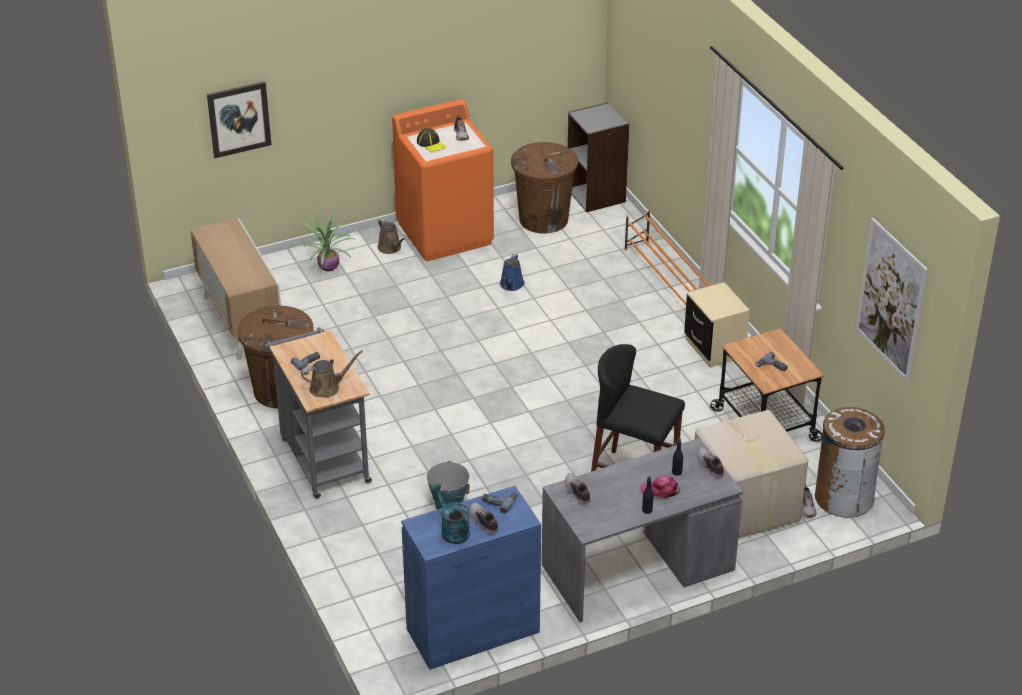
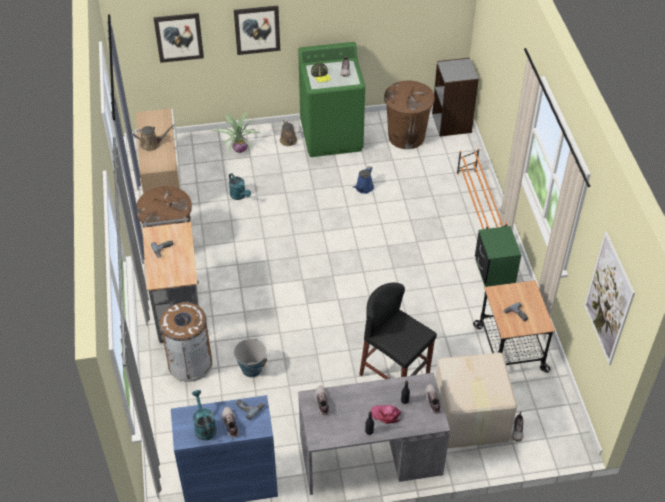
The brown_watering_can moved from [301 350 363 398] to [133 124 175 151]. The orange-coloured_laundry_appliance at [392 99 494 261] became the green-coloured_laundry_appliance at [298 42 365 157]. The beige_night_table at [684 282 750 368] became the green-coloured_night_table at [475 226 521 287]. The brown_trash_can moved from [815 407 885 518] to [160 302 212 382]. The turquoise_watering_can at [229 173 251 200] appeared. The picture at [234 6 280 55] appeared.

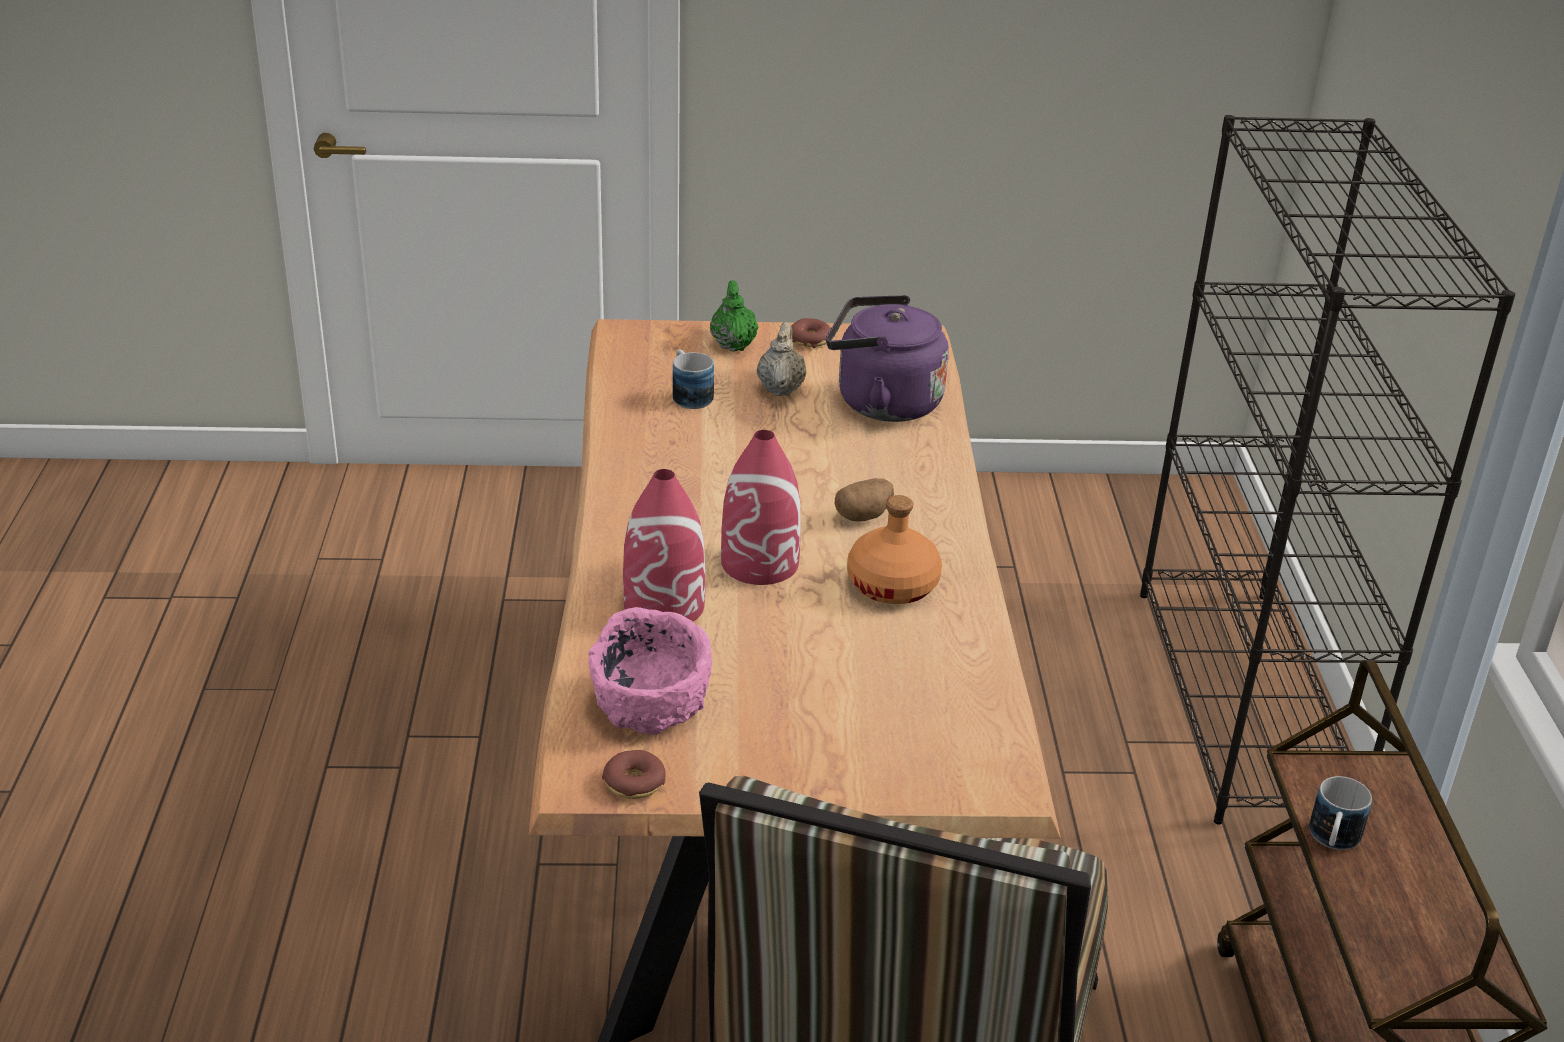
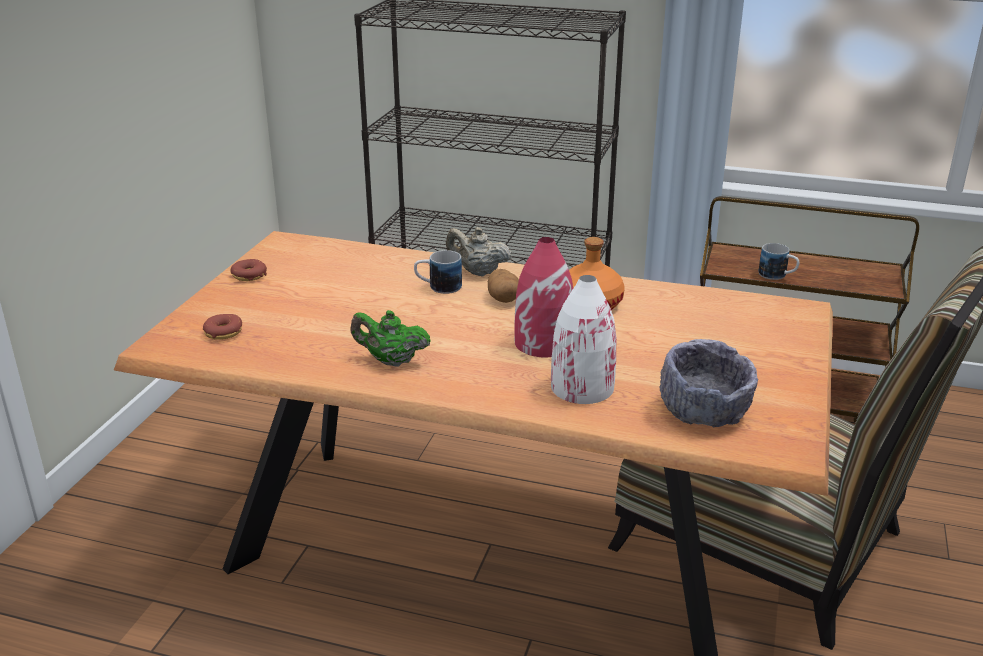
The pinkish_serving_bowl at [588 607 712 735] became the gray_serving_bowl at [660 339 758 427]. The ring_doughnut moved from [602 750 666 799] to [203 314 242 340]. The red_vase at [623 469 705 621] became the whitish_vase at [551 275 616 404]. The coffee_mug moved from [672 349 714 409] to [414 250 462 294]. The green-coloured_tea_pot moved from [710 280 758 352] to [350 310 431 367]. The beige_tea_pot moved from [757 322 806 396] to [446 227 512 276]. The purple-coloured_kettle at [826 295 949 422] disappeared.

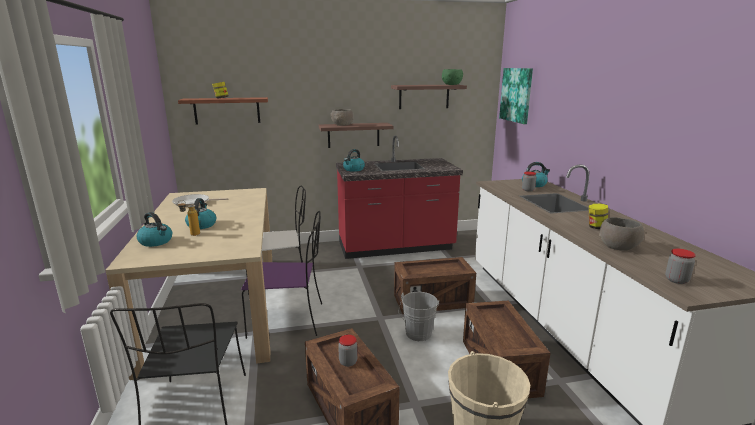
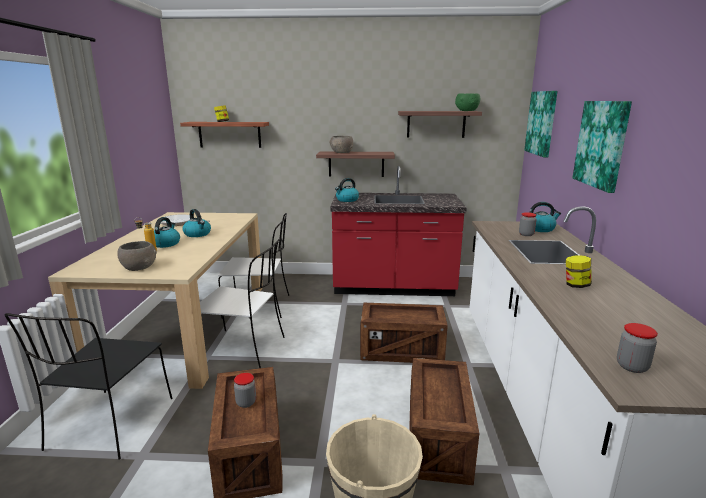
The kettle moved from [136 212 172 247] to [183 209 211 237]. The purple-coloured_upright_chair at [241 211 322 339] became the whitish_upright_chair at [200 239 285 368]. The gray_pail at [398 292 439 341] disappeared. The gray_serving_bowl moved from [599 217 644 251] to [117 241 157 271]. The picture at [572 101 632 193] appeared.

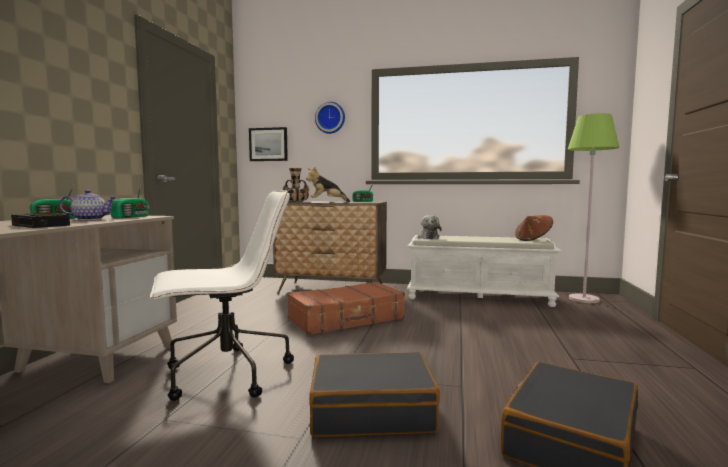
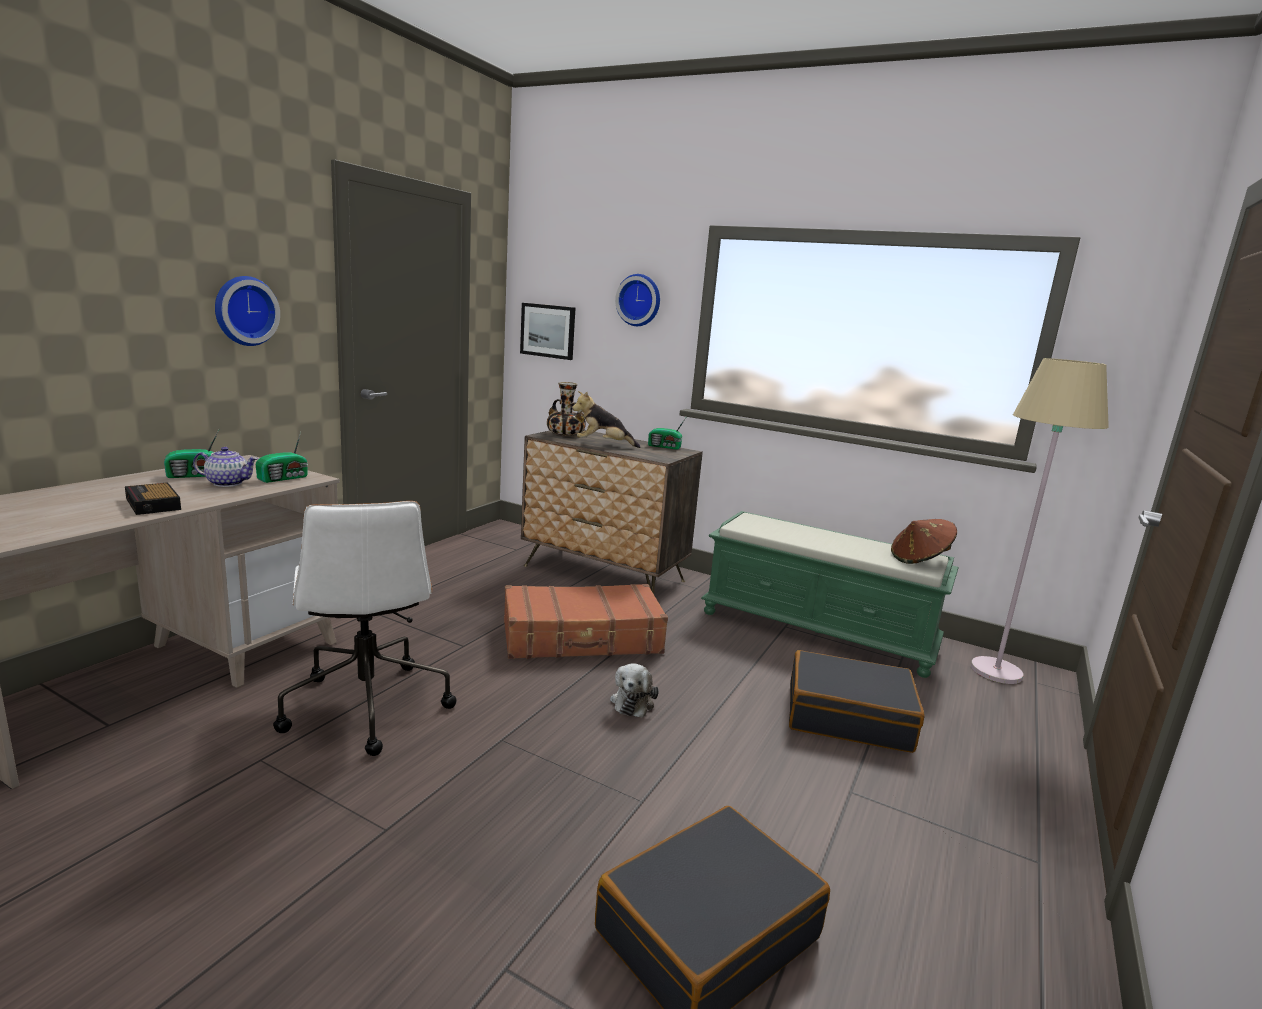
The whitish_computer_chair at [150 190 294 401] turned 75 degrees clockwise. The black-coloured_suitcase moved from [309 352 440 437] to [789 650 924 753]. The whitish_indoor_bench at [407 235 561 307] became the green-coloured_indoor_bench at [701 511 959 678]. The cuddly_toy moved from [418 215 442 239] to [610 663 659 718]. The green-coloured_standing_lamp at [567 113 620 303] became the beige_standing_lamp at [971 358 1109 684]. The wall_clock at [215 276 280 346] appeared.

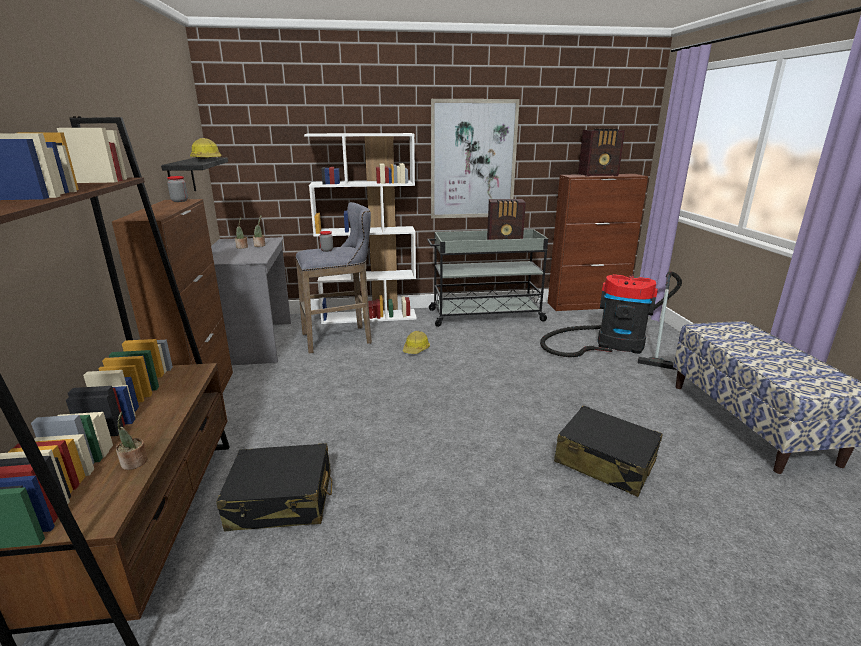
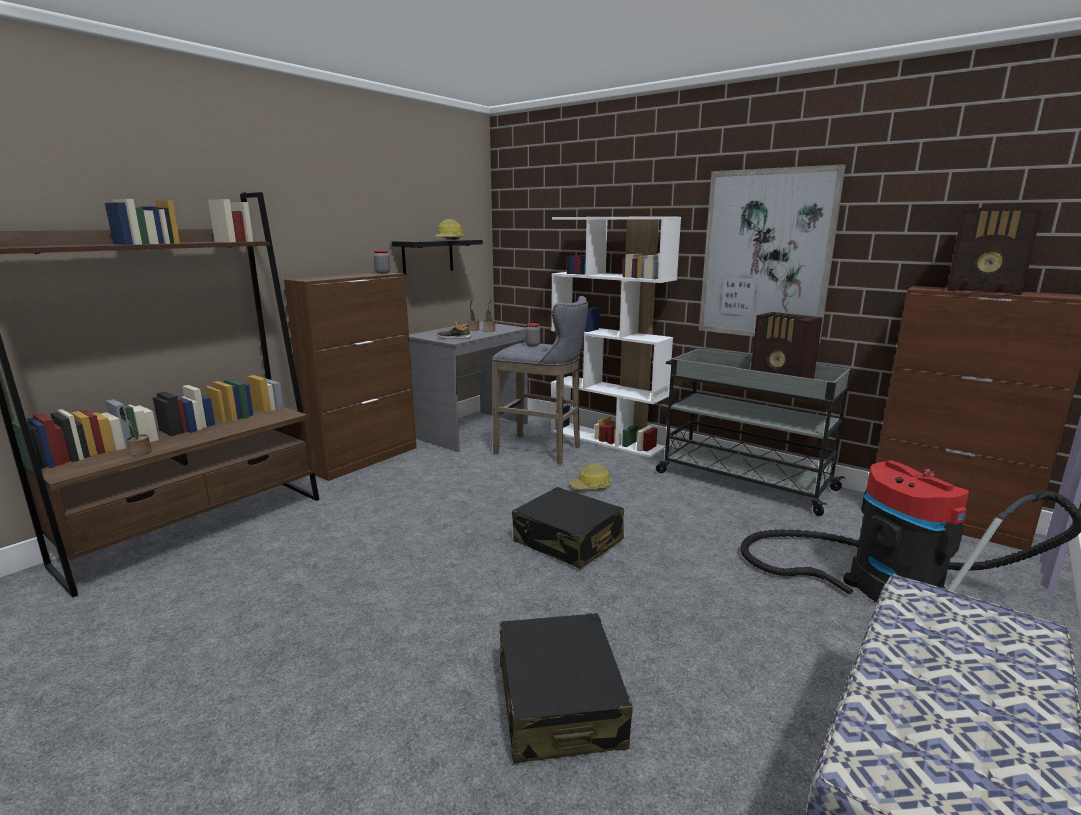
The black-coloured_suitcase moved from [216 443 332 531] to [512 487 624 569]. The shoe at [437 320 472 339] appeared.

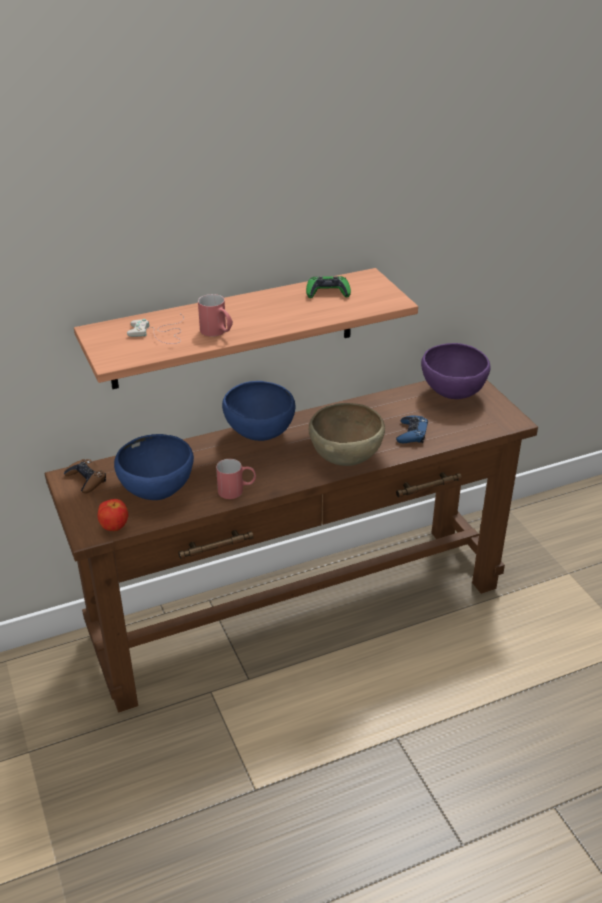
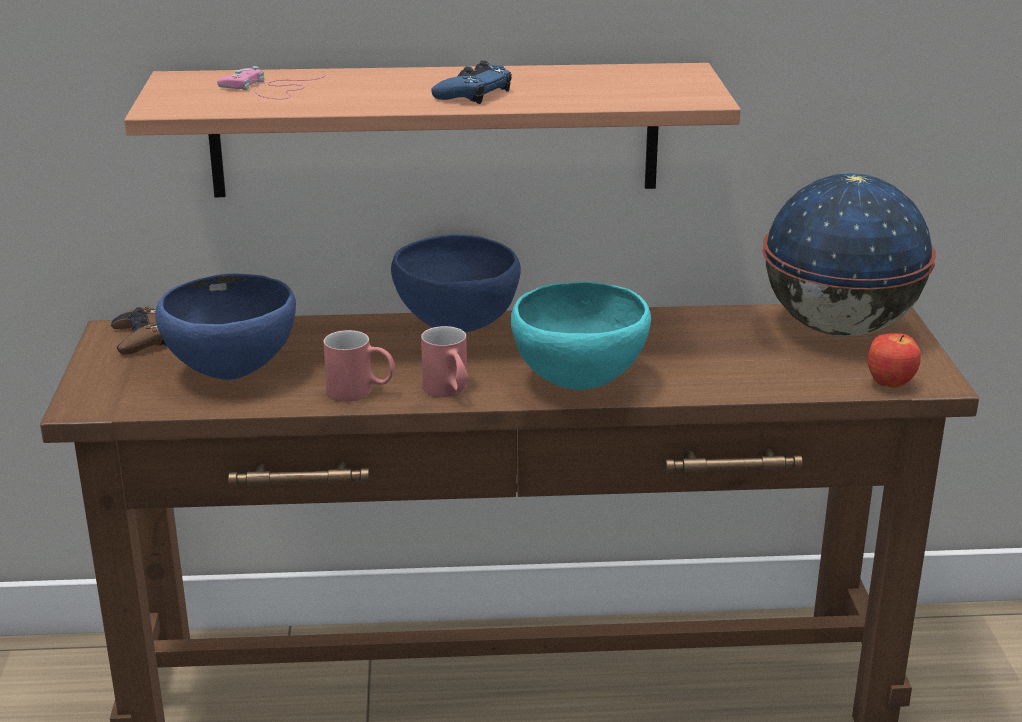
The apple_fruit moved from [98 499 128 531] to [867 333 921 388]. The whitish_joypad at [127 314 184 344] became the pinkish_joypad at [217 66 326 99]. The red_coffee_mug moved from [198 294 233 337] to [421 326 468 397]. The green-coloured_joypad at [306 276 351 298] disappeared. The brown_serving_bowl at [309 403 385 466] became the turquoise_serving_bowl at [511 282 651 390]. The bluish_joypad moved from [396 415 428 443] to [431 60 512 104]. The purple-coloured_serving_bowl at [421 343 490 399] was replaced by the desk_globe at [762 173 936 337].

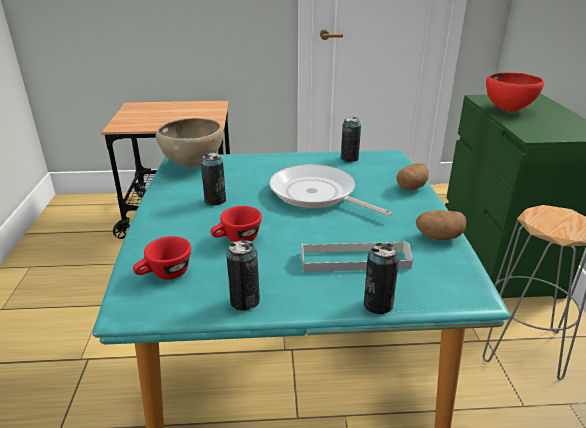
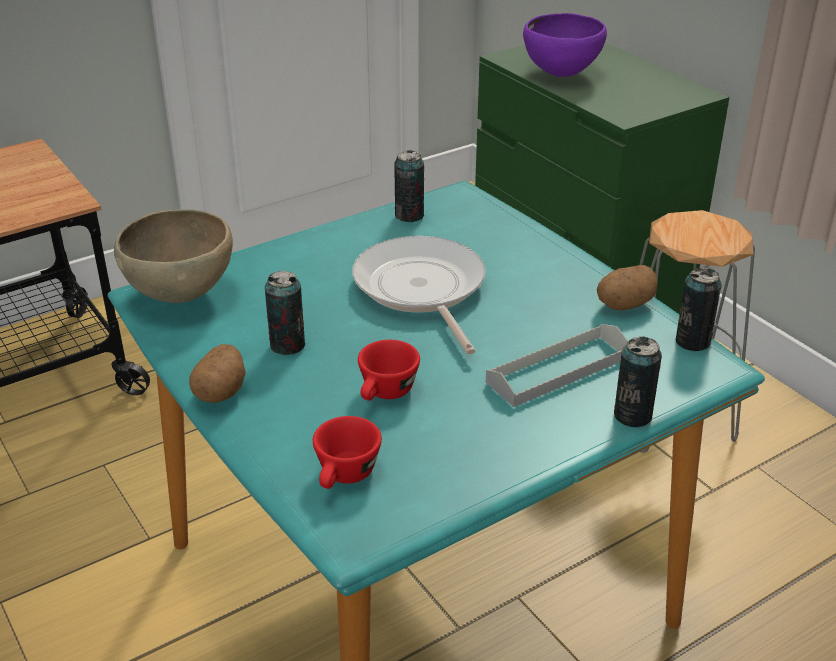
The sealed_can moved from [226 240 260 311] to [675 268 722 351]. The skillet at [269 164 393 216] turned 60 degrees clockwise. The potato moved from [396 163 429 190] to [189 344 246 403]. The red_serving_bowl at [486 72 544 112] became the purple-coloured_serving_bowl at [523 13 607 77].

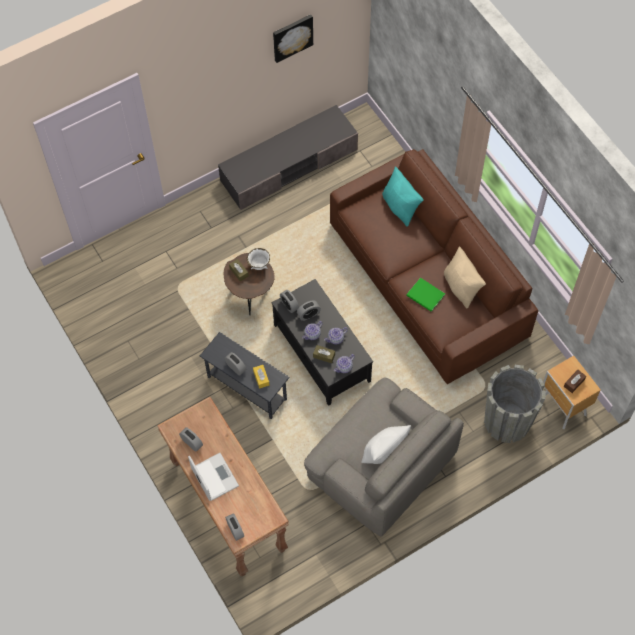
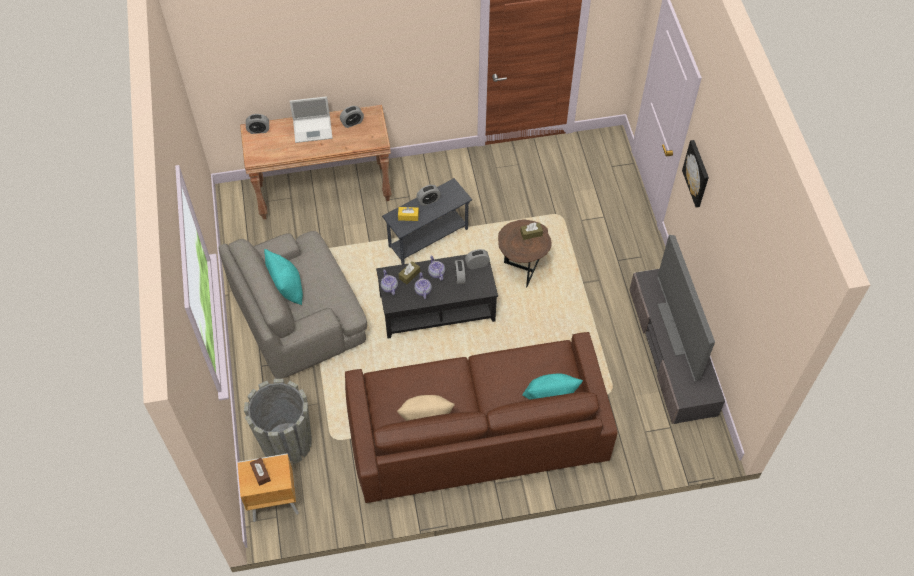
The whitish_serving_bowl at [247 248 270 270] disappeared. The picture moved from [273 14 313 63] to [682 140 709 207]. The whitish_cushion at [361 425 411 464] became the turquoise_cushion at [264 249 303 305]. The green-coloured_volume at [406 278 445 312] disappeared. The TV at [657 235 715 382] appeared.

